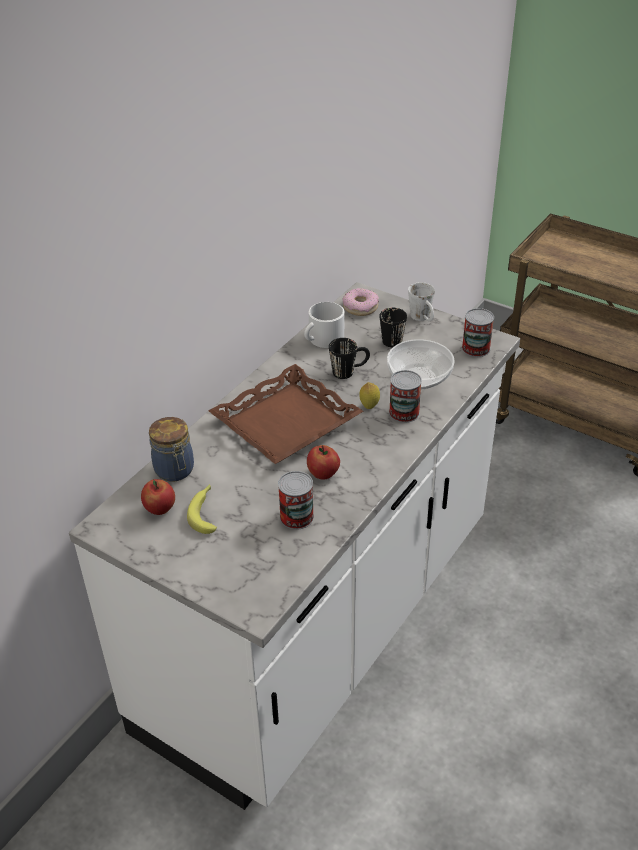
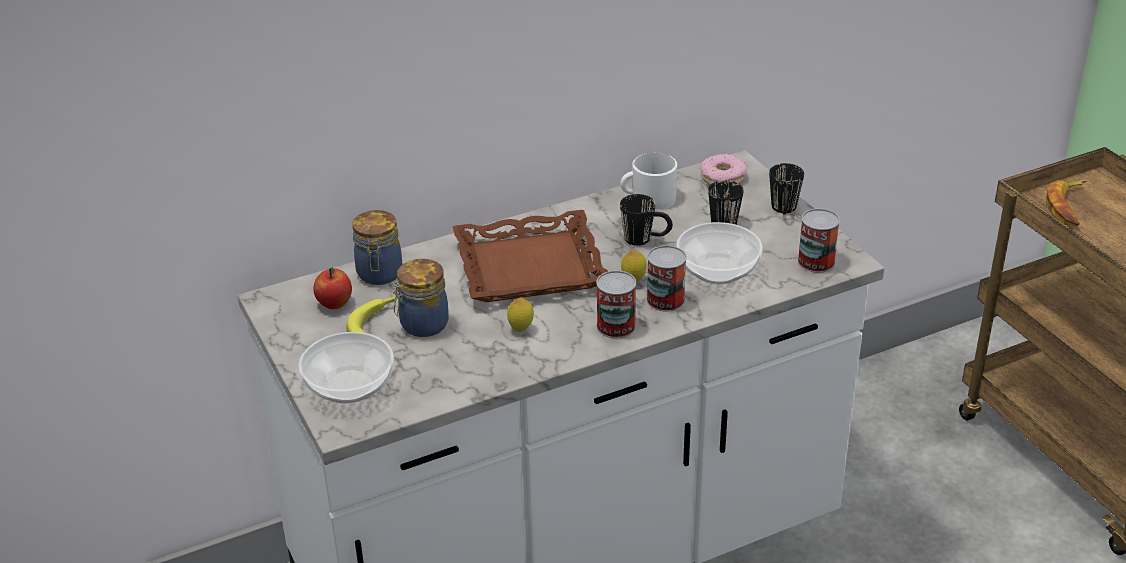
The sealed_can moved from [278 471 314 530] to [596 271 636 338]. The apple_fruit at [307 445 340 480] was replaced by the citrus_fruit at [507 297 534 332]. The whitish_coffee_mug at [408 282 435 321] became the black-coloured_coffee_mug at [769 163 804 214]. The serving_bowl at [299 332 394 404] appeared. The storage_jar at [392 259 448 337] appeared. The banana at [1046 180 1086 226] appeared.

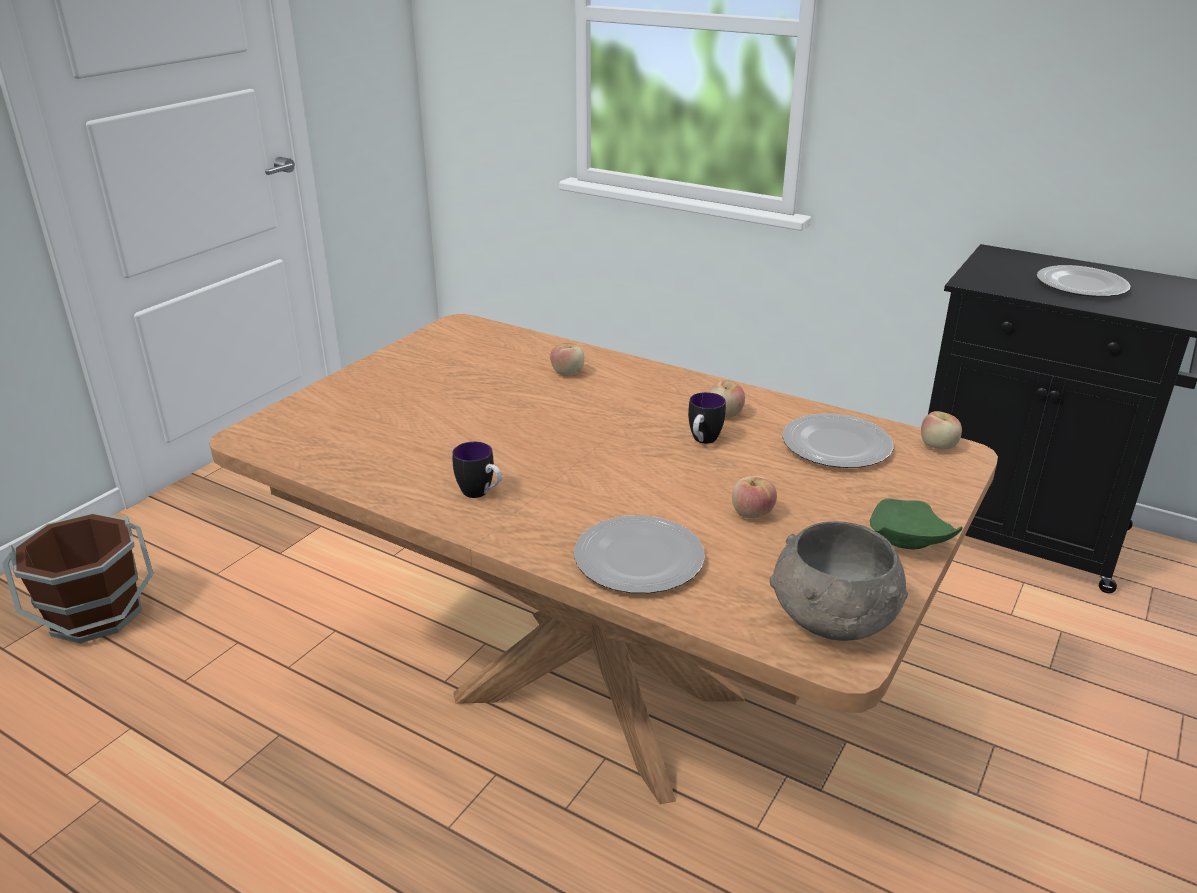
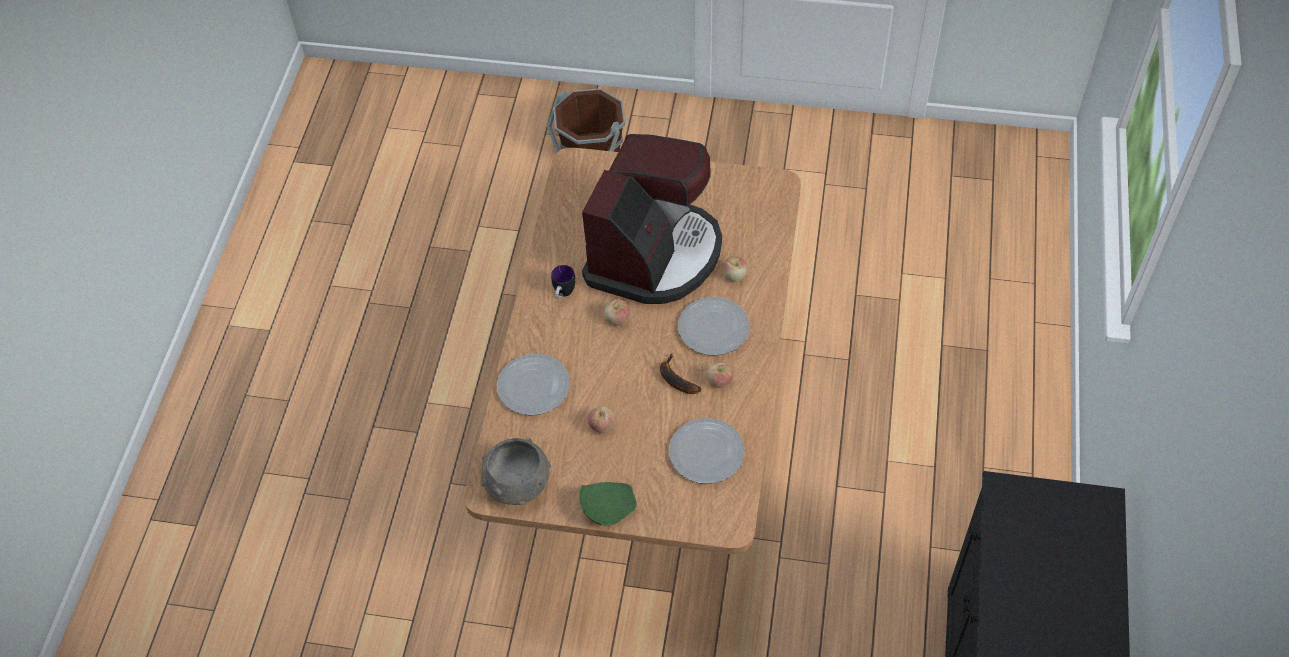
The coffee_mug at [688 392 726 444] was replaced by the banana at [660 353 701 394]. The apple_fruit moved from [921 411 962 449] to [605 299 629 326]. The plate moved from [1037 265 1131 297] to [678 297 750 355]. The coffee_machine at [582 134 722 304] appeared.

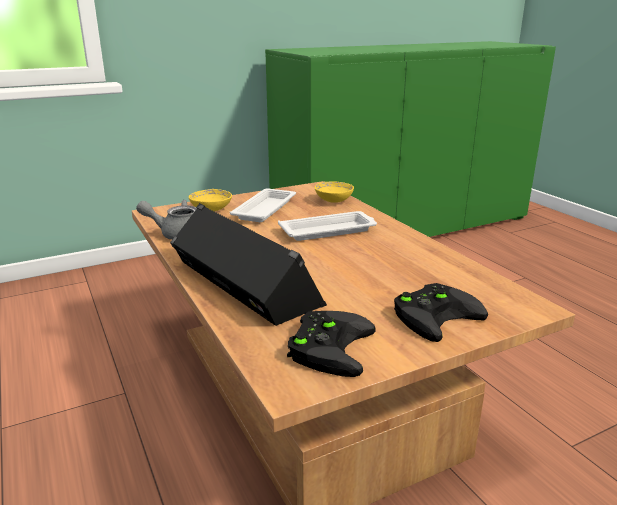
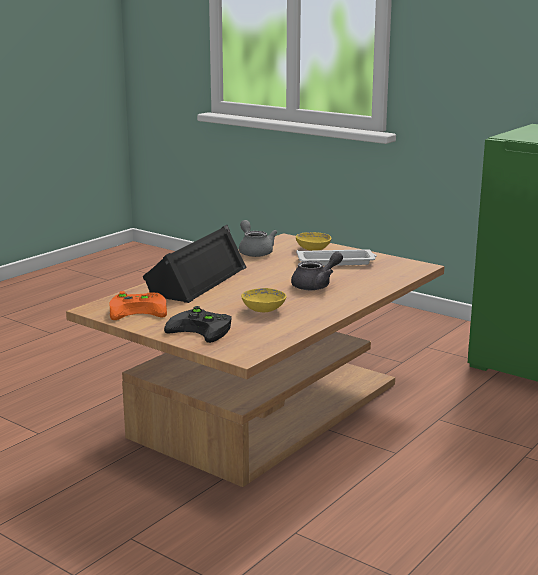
The whitish_tray at [278 211 377 241] was replaced by the gray_tea_pot at [291 251 343 290]. The black-coloured_joypad at [287 311 375 377] became the orange-coloured_joypad at [109 291 167 320]. The yellow_serving_bowl moved from [314 181 354 203] to [241 288 287 312].

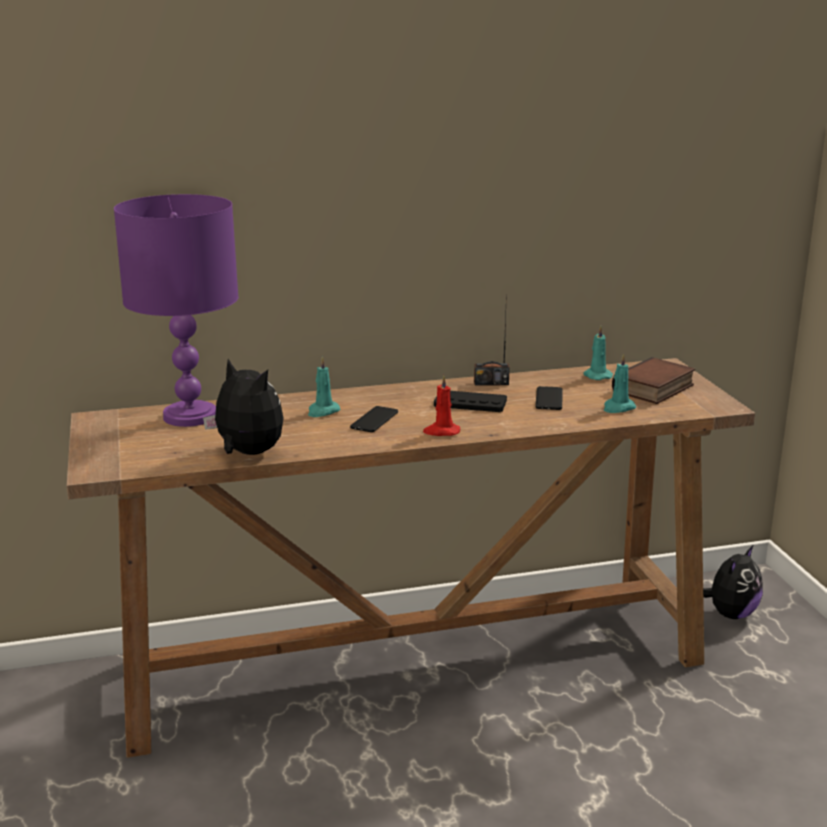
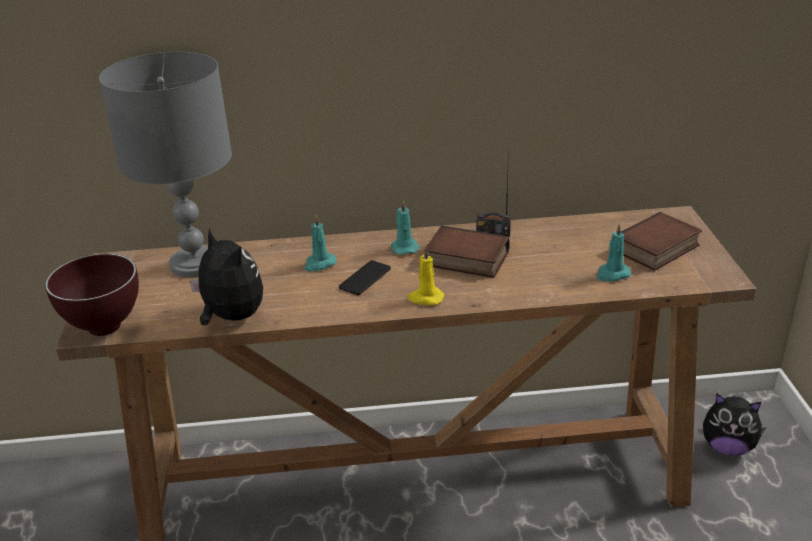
The purple-coloured_table_lamp at [114 194 239 427] became the gray_table_lamp at [99 52 232 278]. The red_wax_light at [423 375 460 436] became the yellow_wax_light at [407 247 444 305]. The black-coloured_joypad at [434 391 507 412] was replaced by the volume at [424 226 510 278]. The telephone at [535 386 563 410] disappeared. The turquoise_wax_light moved from [583 326 613 380] to [391 200 420 255]. The cuddly_toy at [703 545 763 619] turned 60 degrees clockwise. The brown_serving_bowl at [45 254 139 336] appeared.

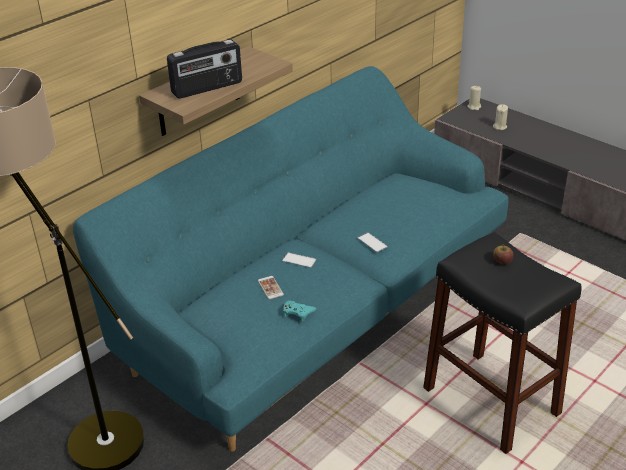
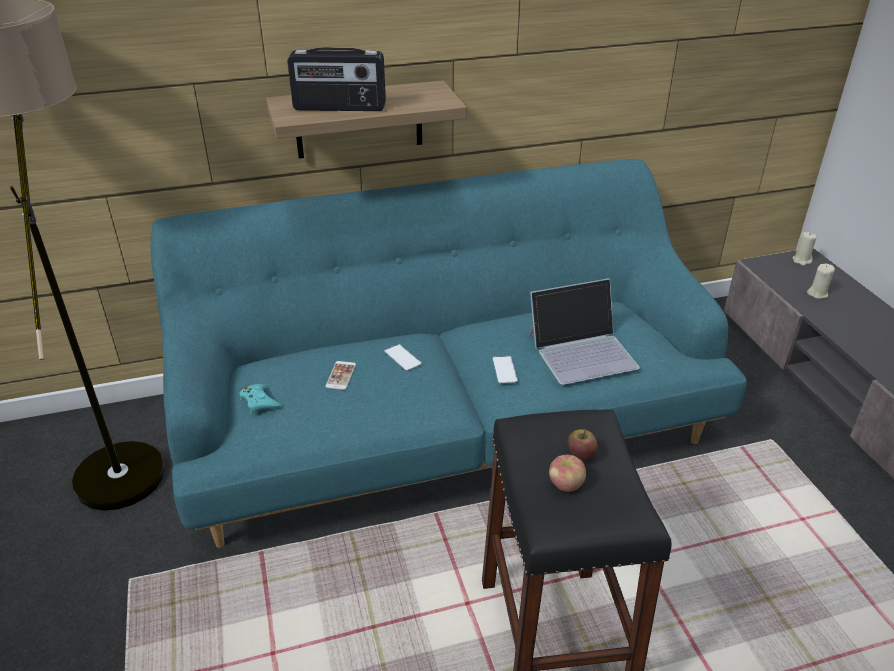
The turquoise_joypad moved from [283 300 316 321] to [240 384 282 414]. The notebook_computer at [528 278 640 385] appeared. The apple_fruit at [549 455 586 492] appeared.

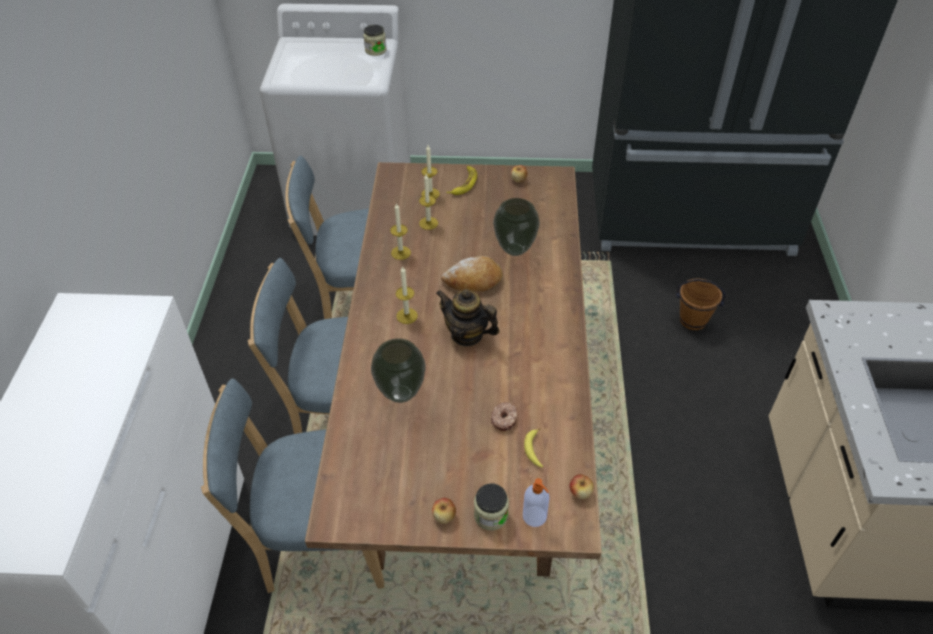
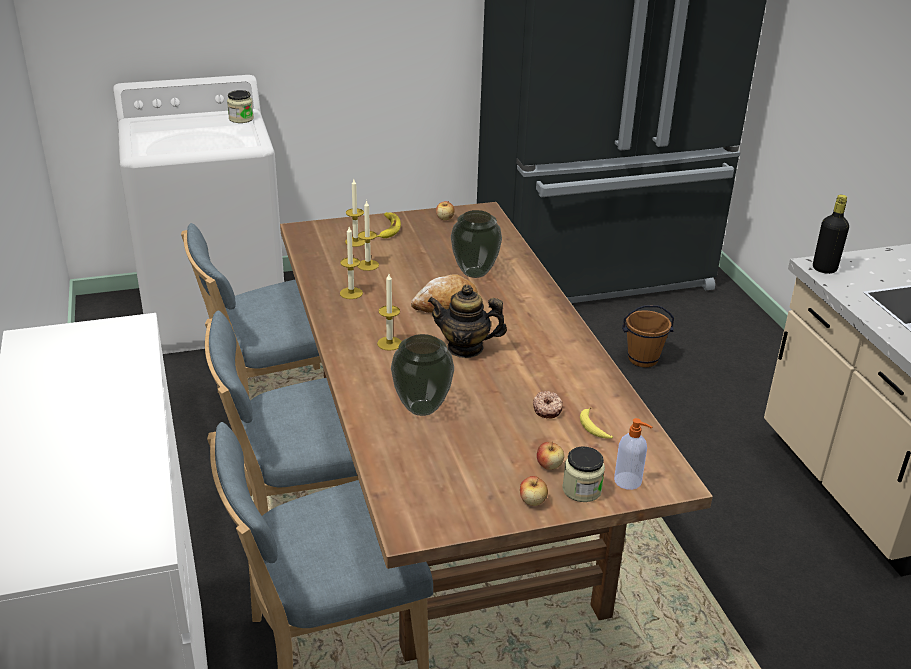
The apple_fruit moved from [569 474 594 499] to [537 441 564 470]. The black-coloured_beverage_bottle at [813 195 849 274] appeared.

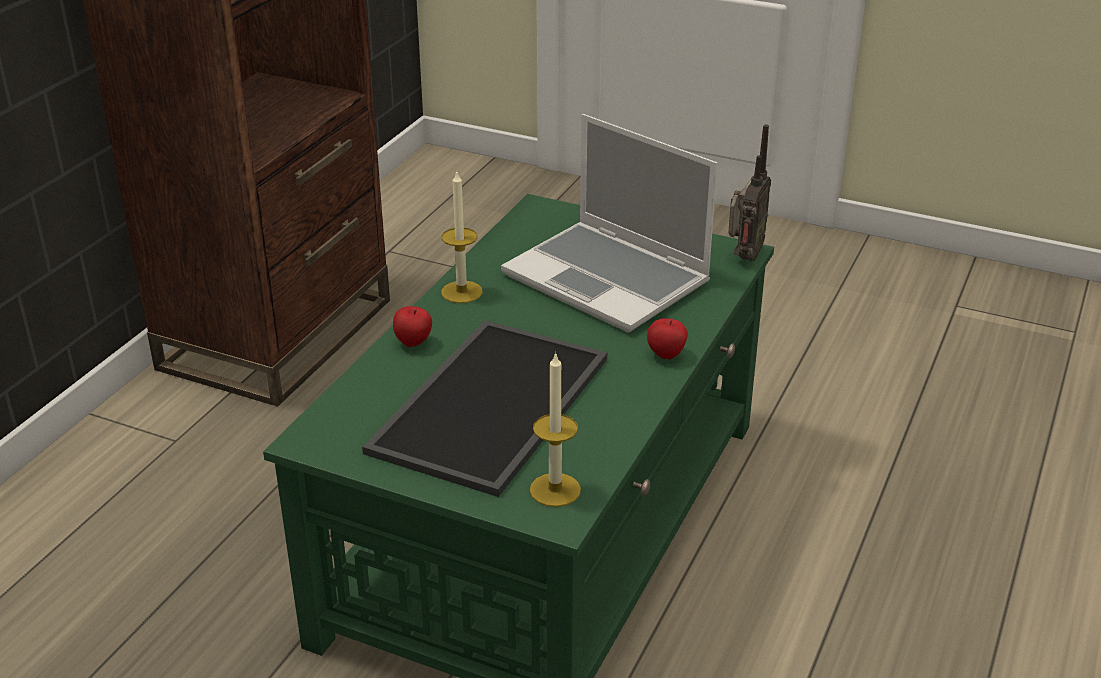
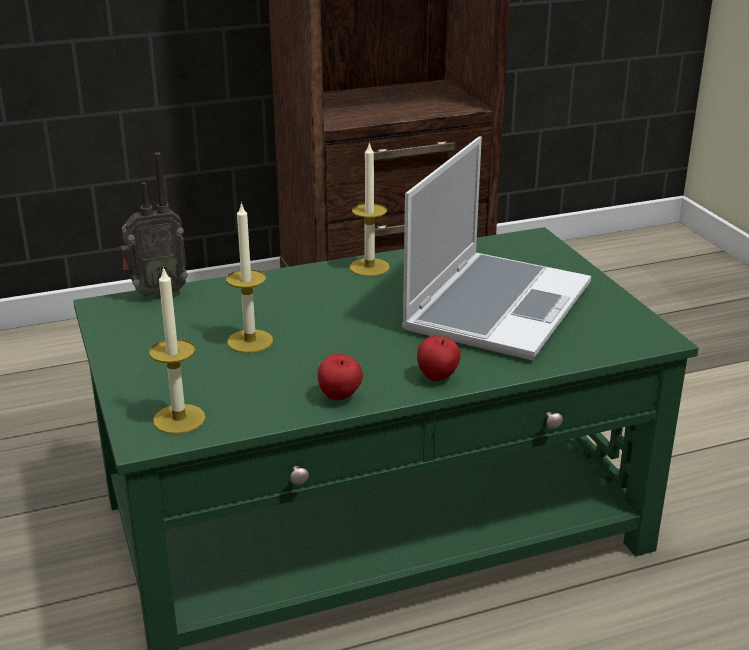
The tray at [362 320 607 497] was replaced by the wax_light at [226 202 273 353]. The apple_fruit moved from [393 306 432 347] to [318 354 363 400]. The notebook_computer at [501 114 718 332] turned 150 degrees counterclockwise. The radio_receiver moved from [729 124 771 261] to [120 152 188 299].

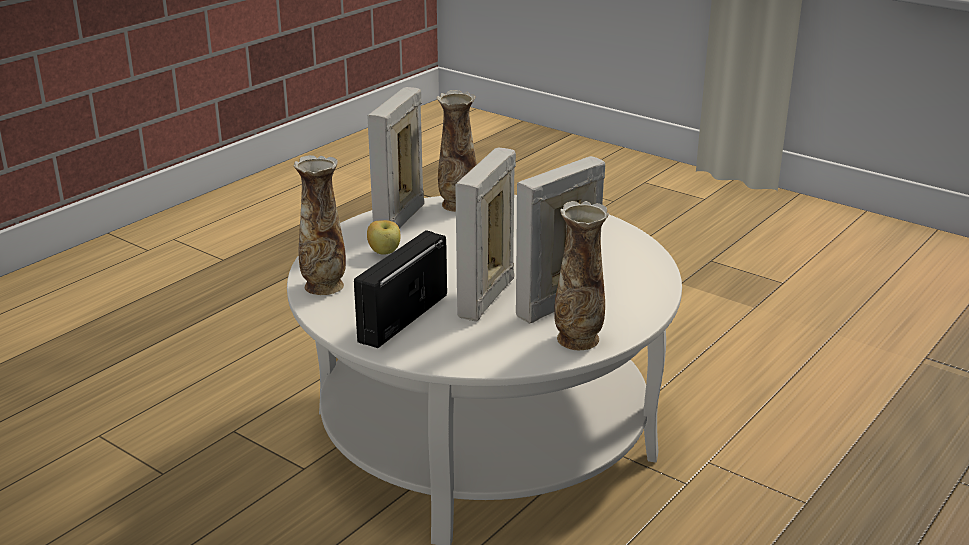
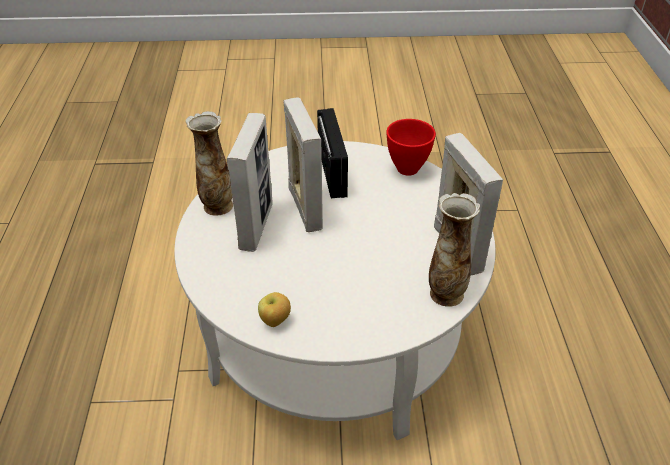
The vase at [294 155 346 295] was replaced by the red_serving_bowl at [386 119 436 176]. The apple_fruit moved from [367 220 400 255] to [258 292 291 327].

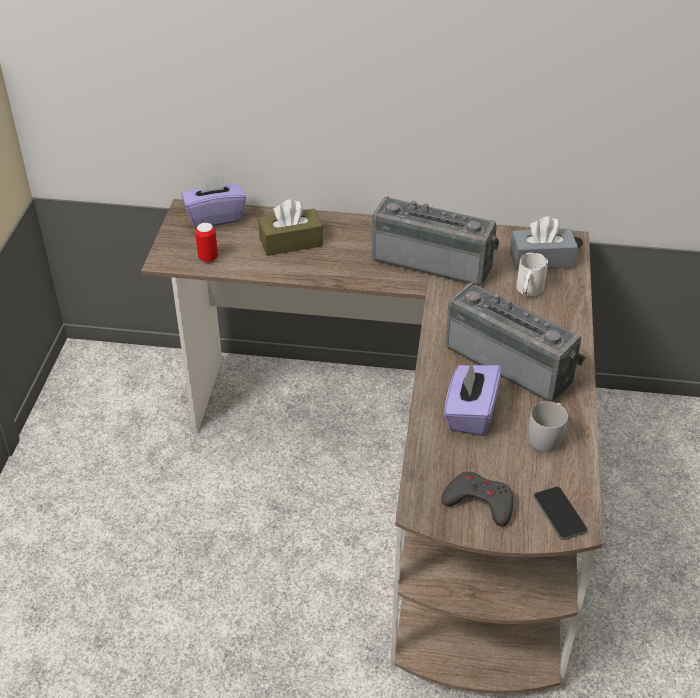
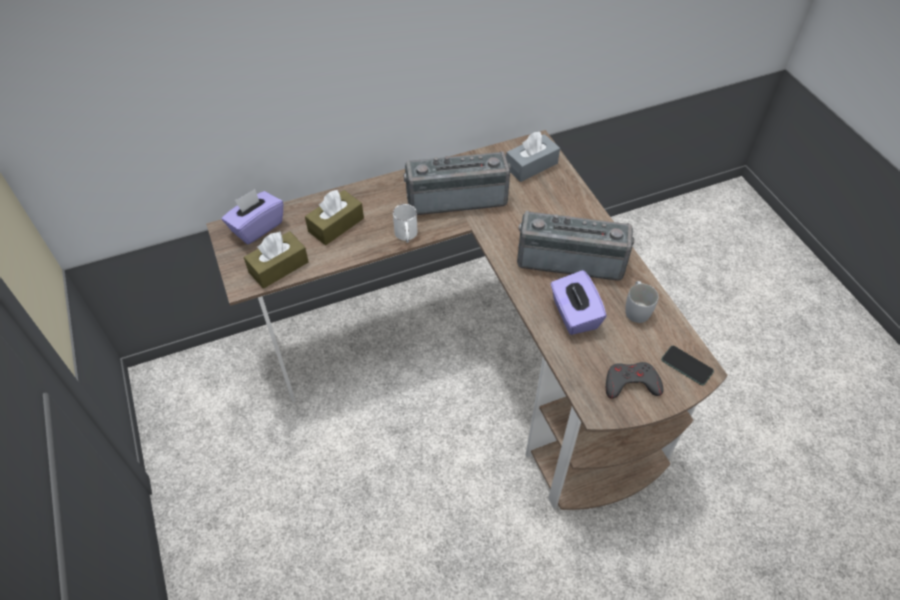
The sealed_can at [195 223 218 262] was replaced by the brown_tissue_box at [244 231 309 289]. The whitish_coffee_mug moved from [516 253 548 297] to [393 204 418 243].

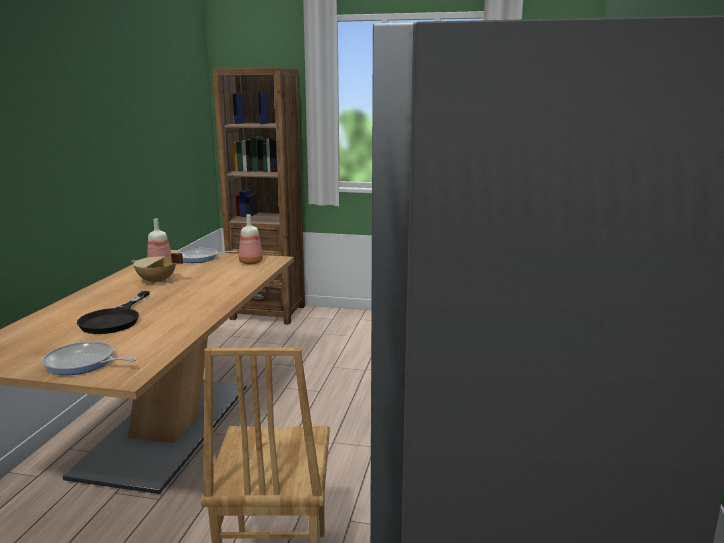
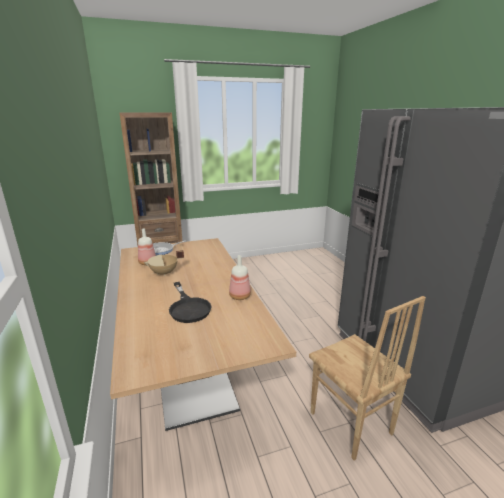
The skillet at [42 341 136 375] disappeared. The beverage_bottle moved from [239 214 263 264] to [229 255 251 300].

